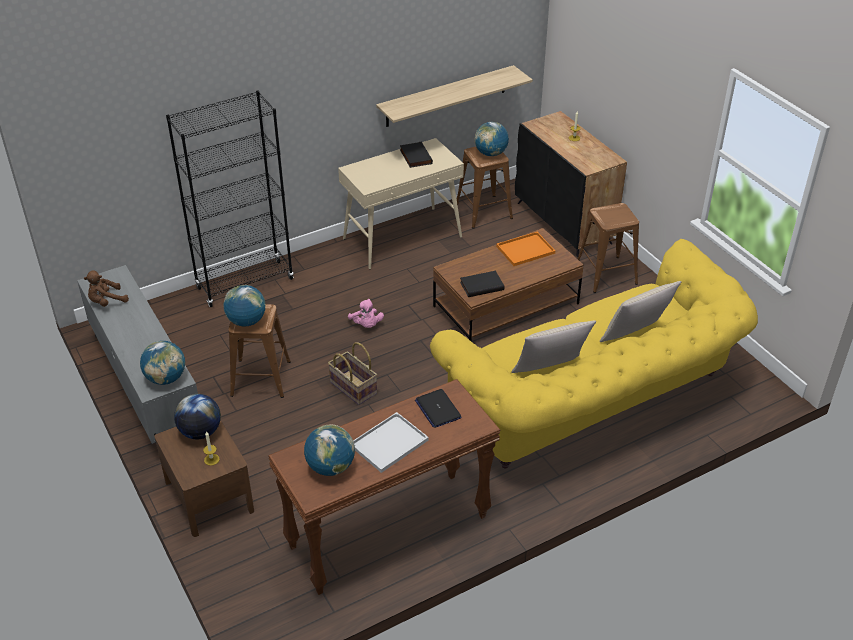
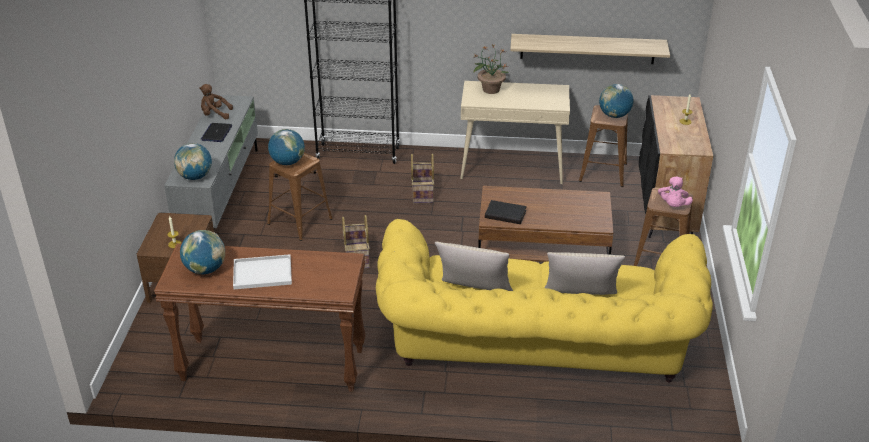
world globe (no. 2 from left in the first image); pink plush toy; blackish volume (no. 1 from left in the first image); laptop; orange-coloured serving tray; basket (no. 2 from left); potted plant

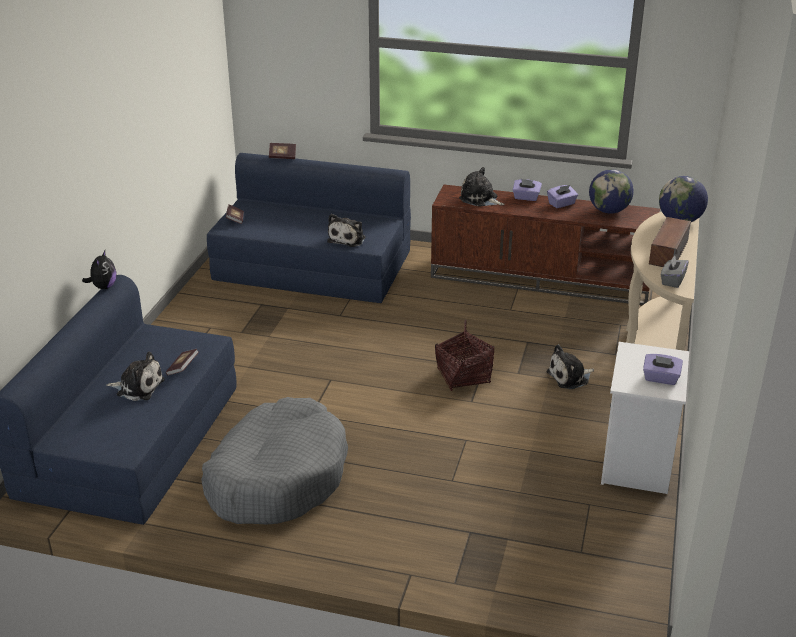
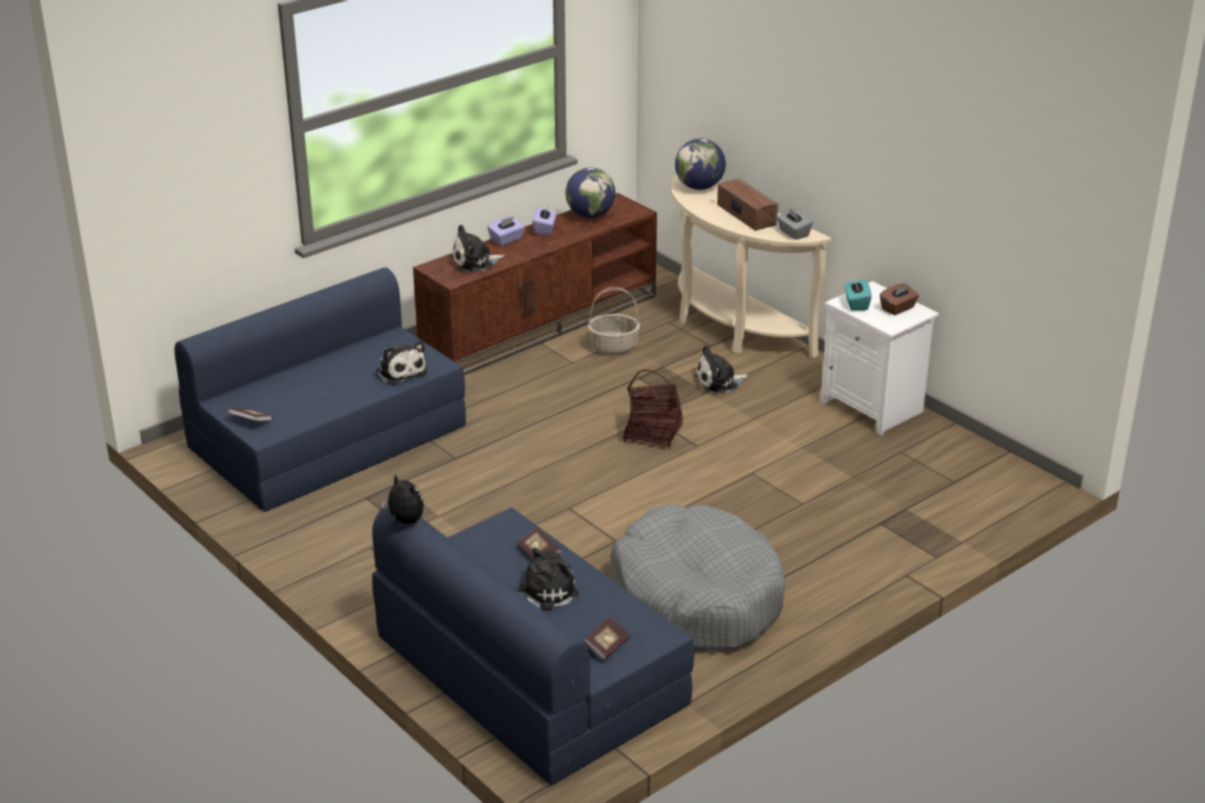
volume (no. 3 from left); plush toy (no. 5 from left); brownish tissue holder; basket (no. 1 from left); turquoise tissue holder

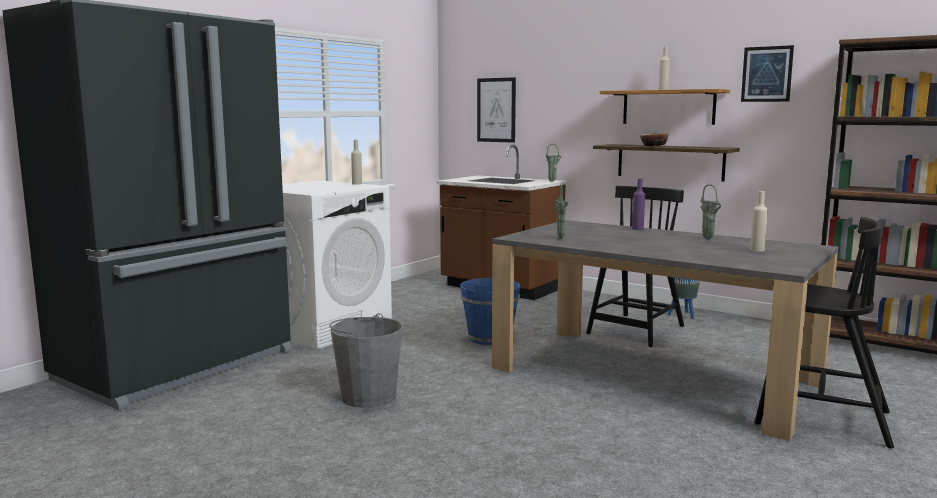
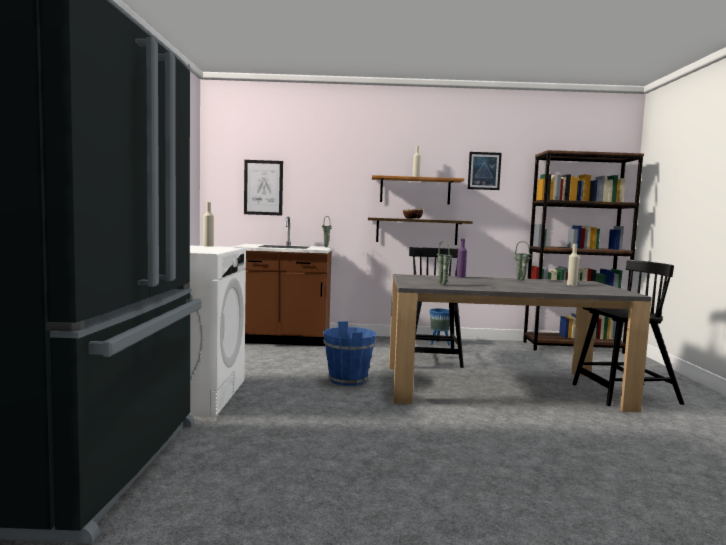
grey pail

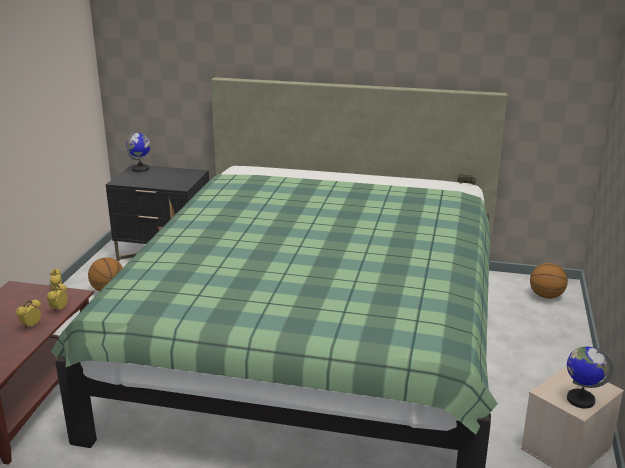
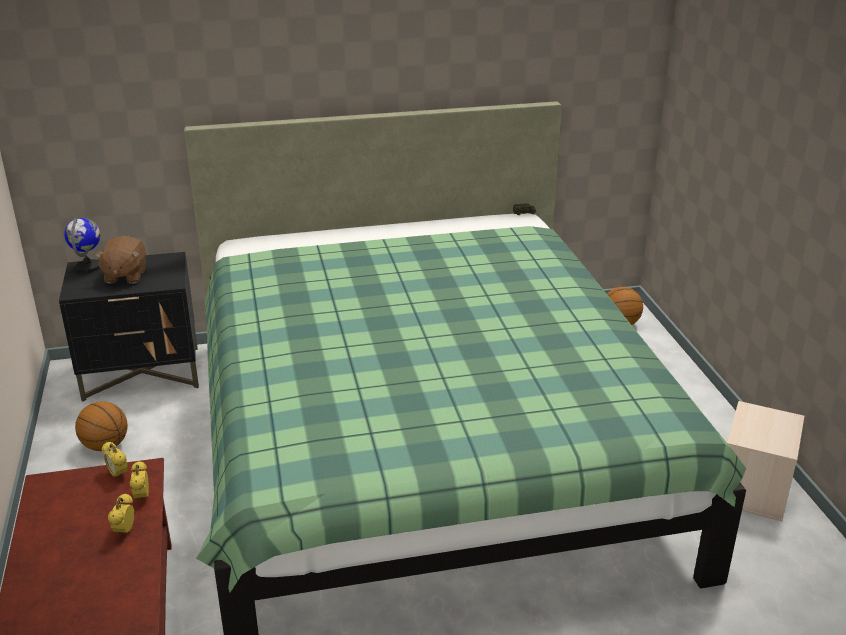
world globe (no. 2 from left in the first image); brownish plush toy

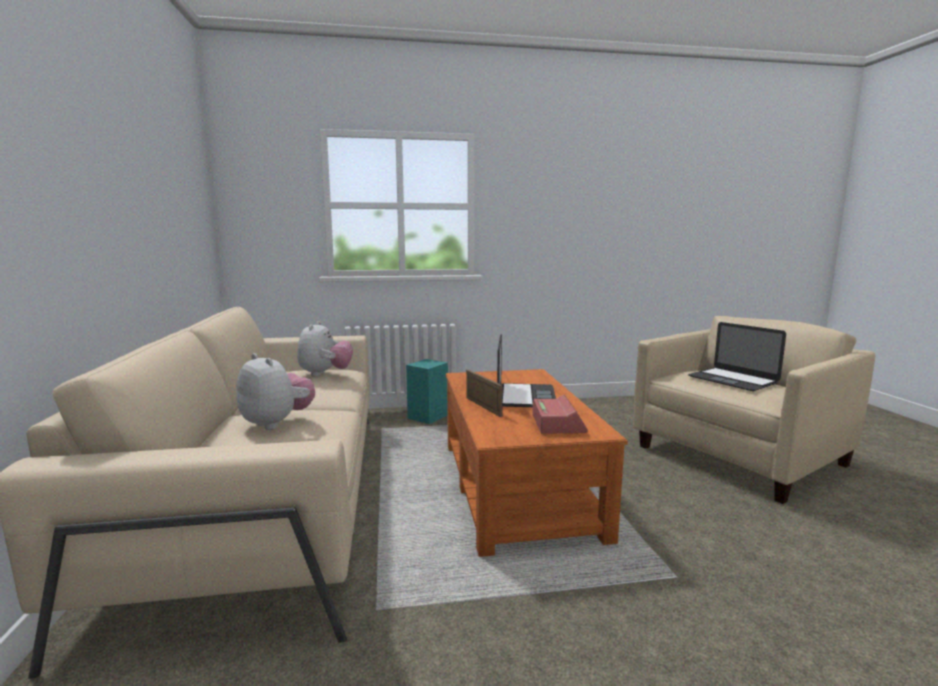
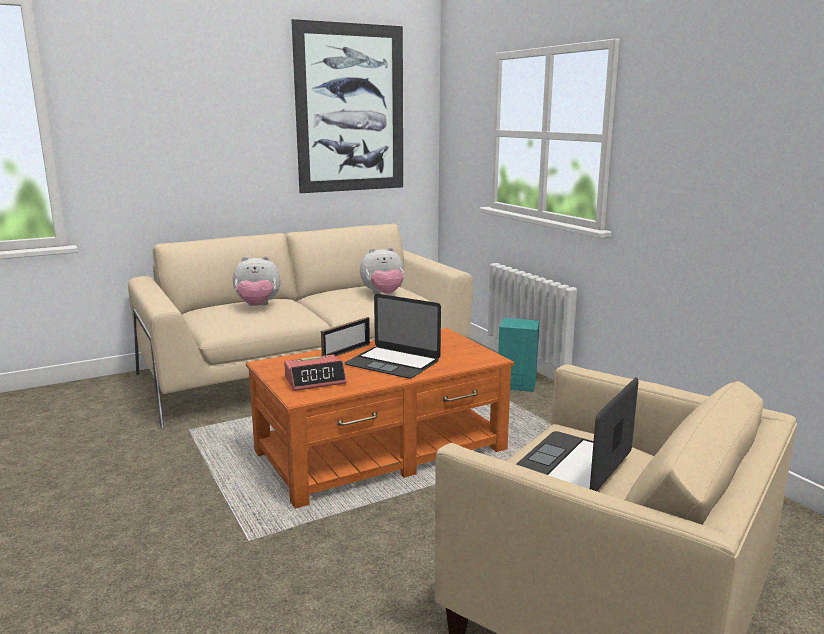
plush toy (no. 1 from left); laptop (no. 1 from left); wall picture

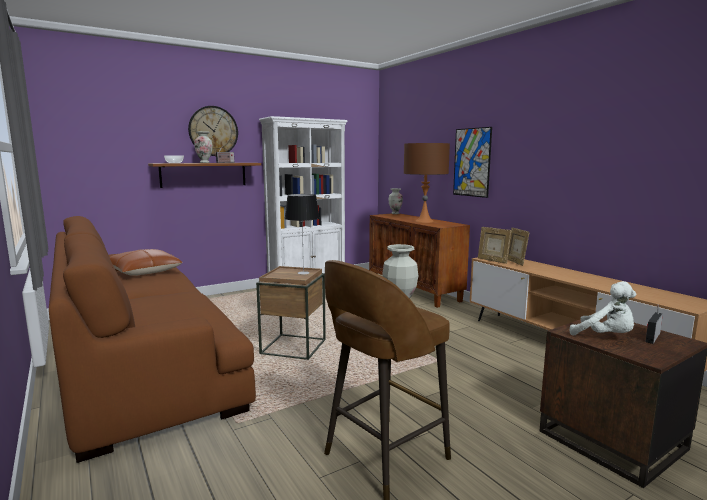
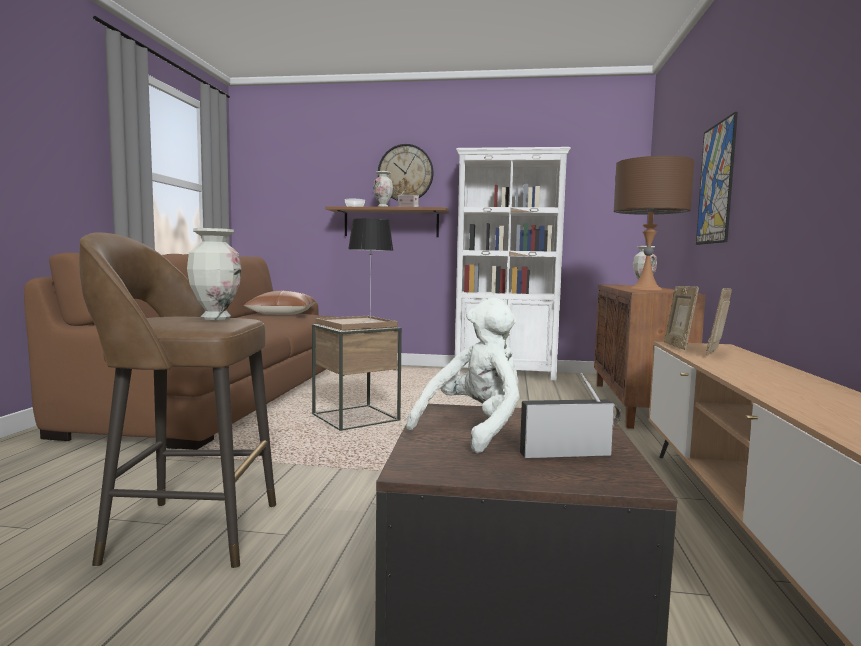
white-coloured plush toy

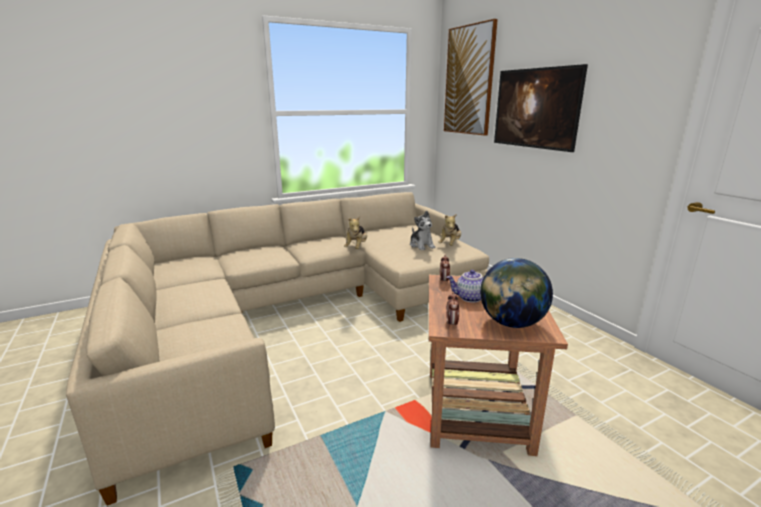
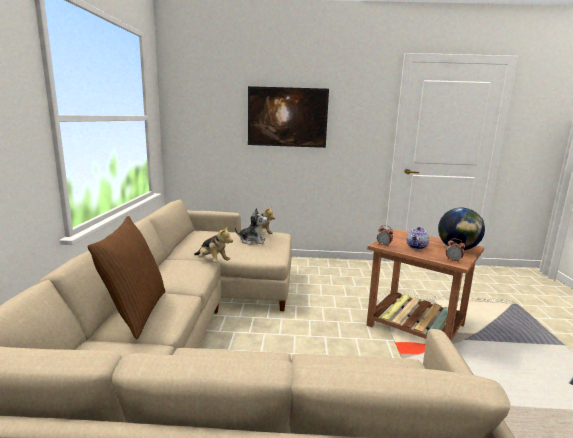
wall picture (no. 1 from left in the first image); brownish pillow

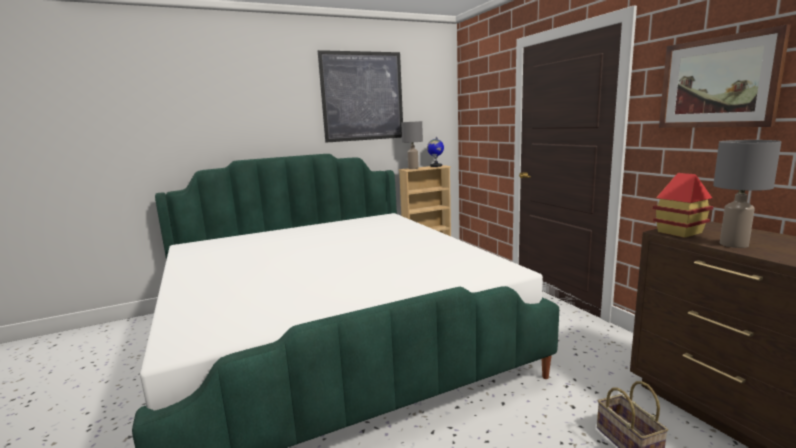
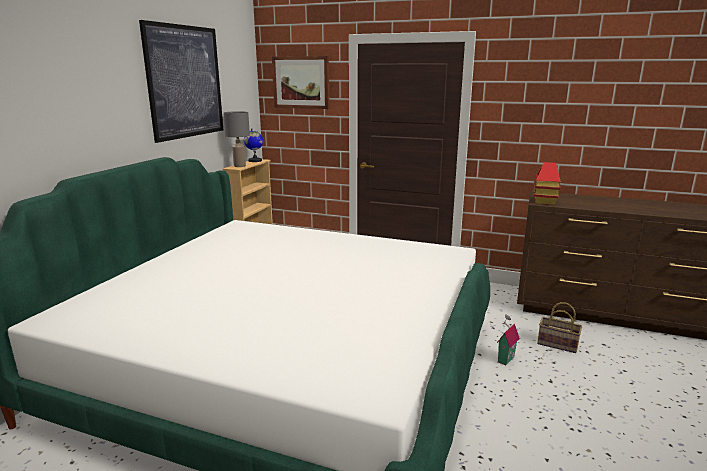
wall picture (no. 2 from left); grey table lamp (no. 2 from left in the first image); model house (no. 1 from left)

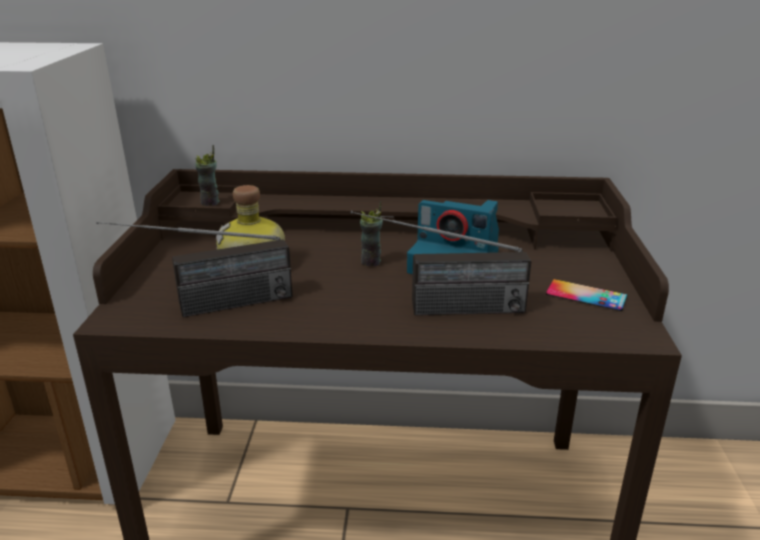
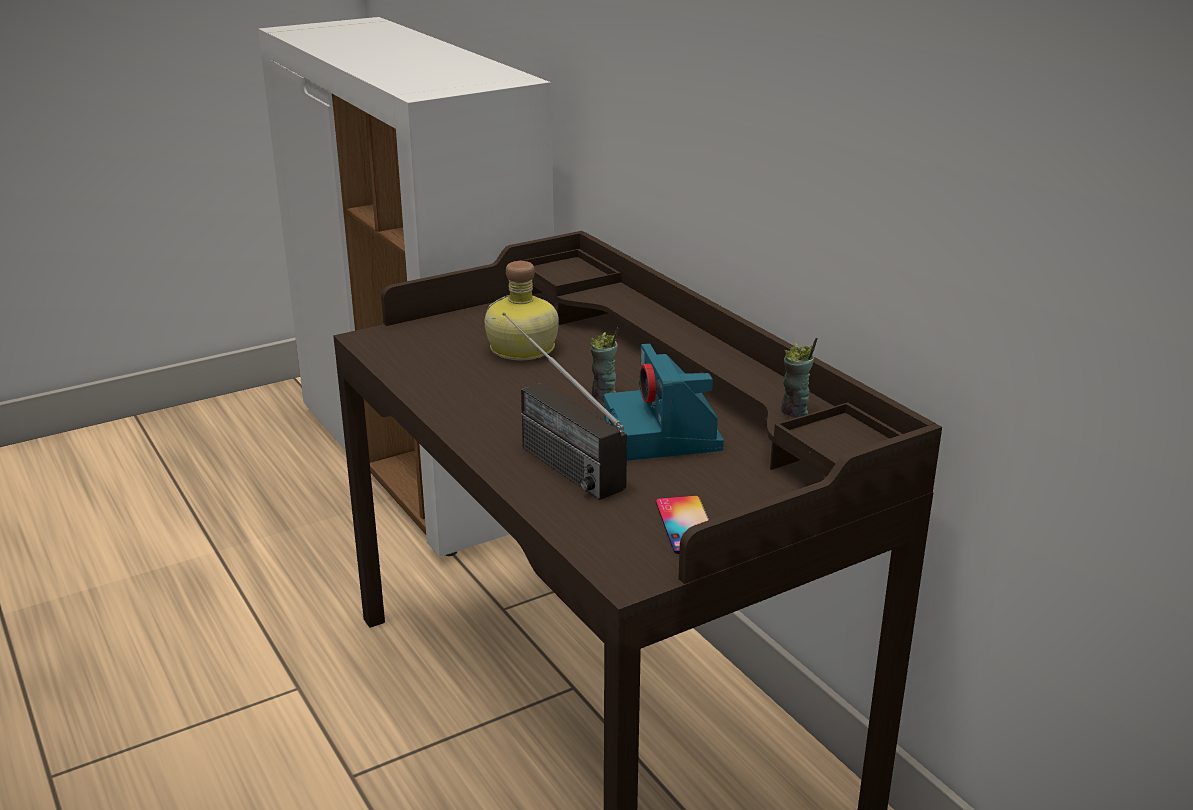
radio set (no. 1 from left in the first image); cup (no. 2 from left)

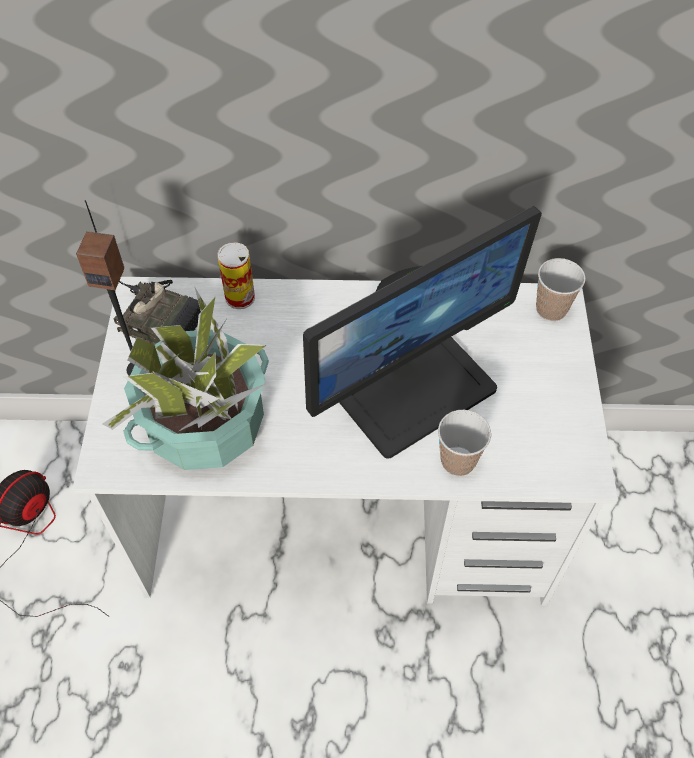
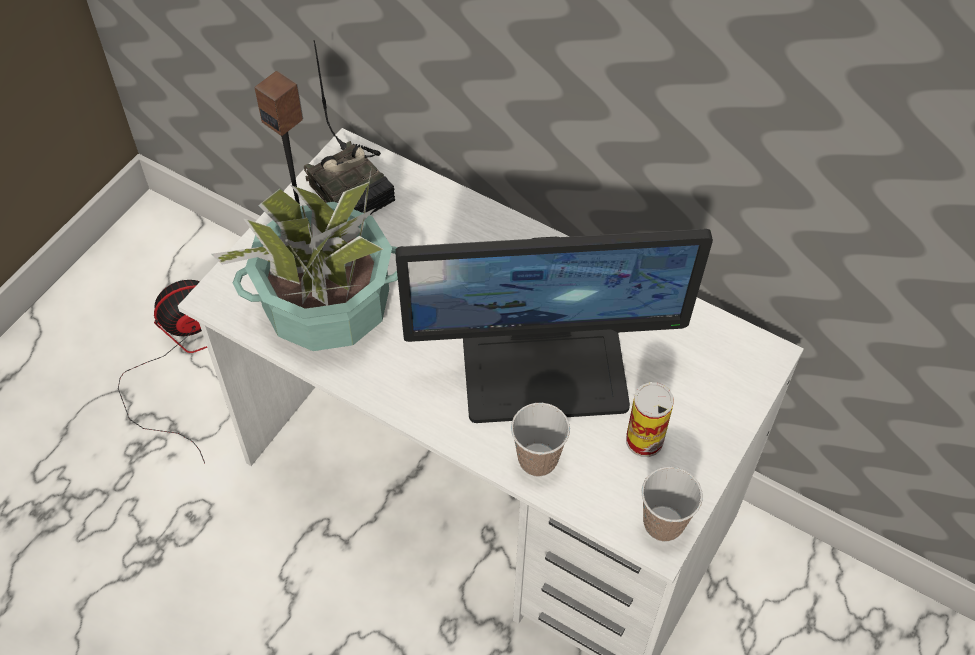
sealed can; cup (no. 2 from left)

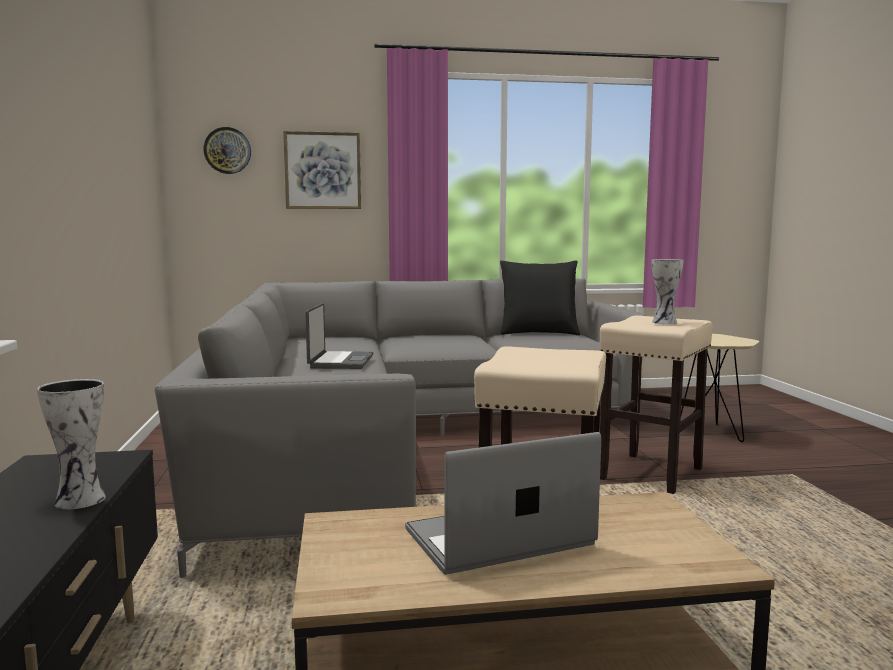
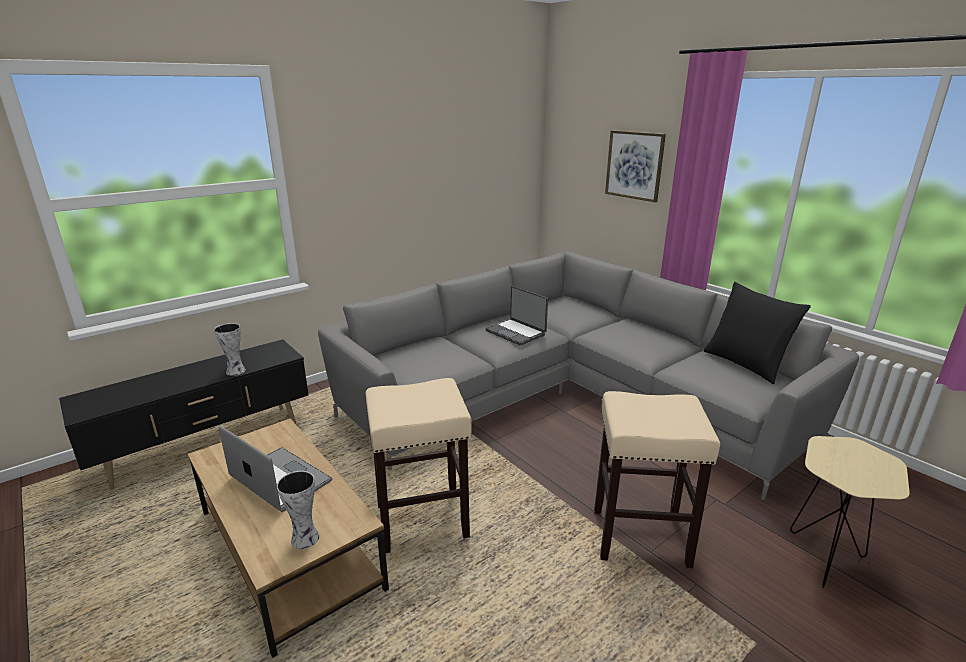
hanging clock; laptop (no. 2 from left); flower vase (no. 2 from left)

